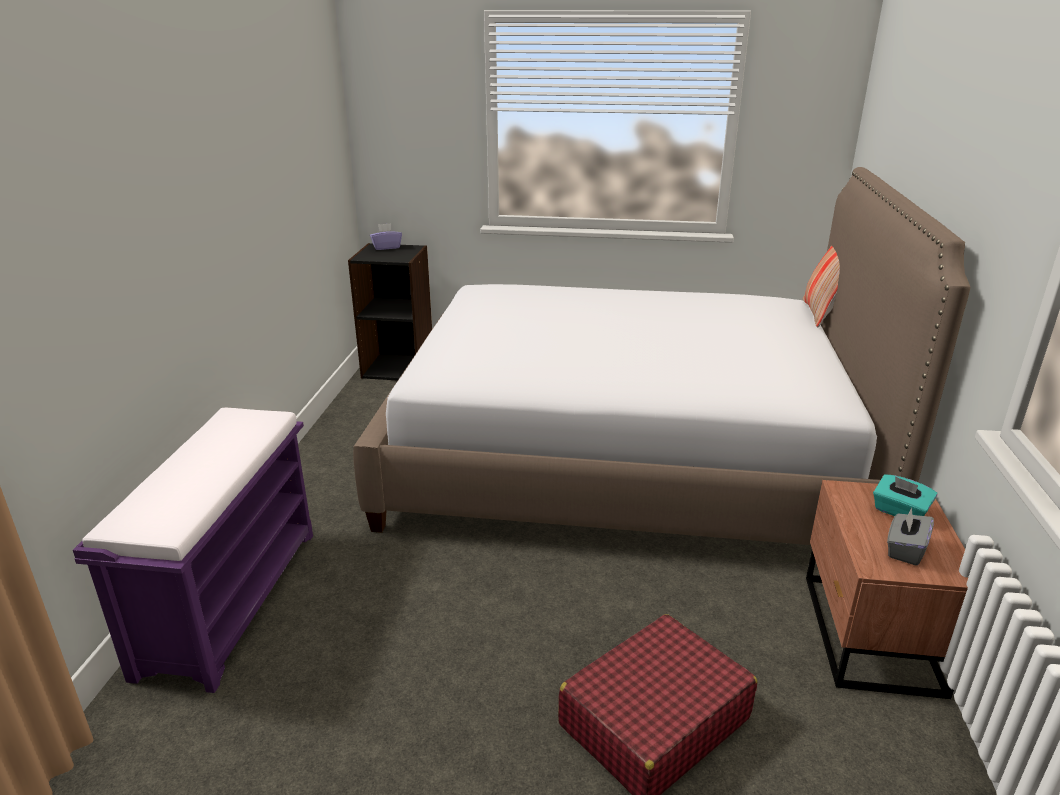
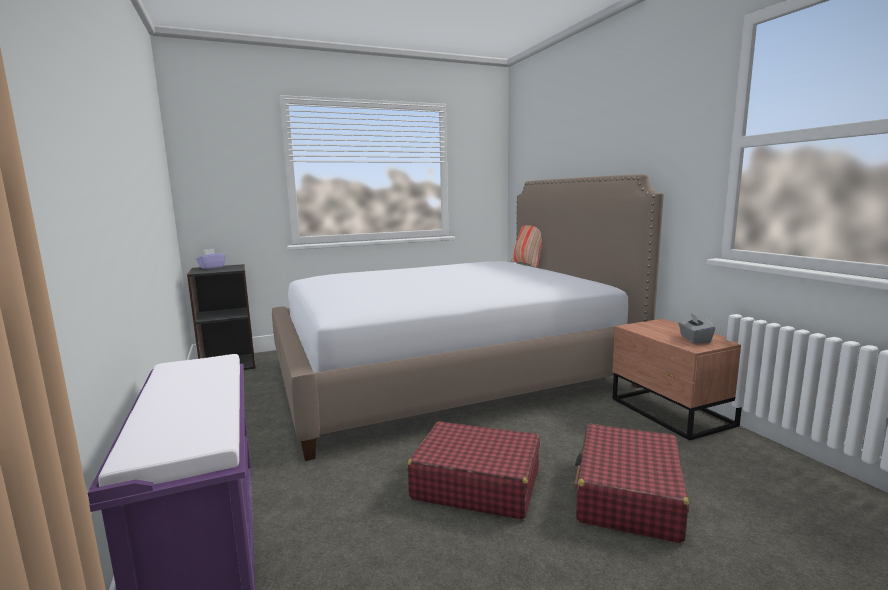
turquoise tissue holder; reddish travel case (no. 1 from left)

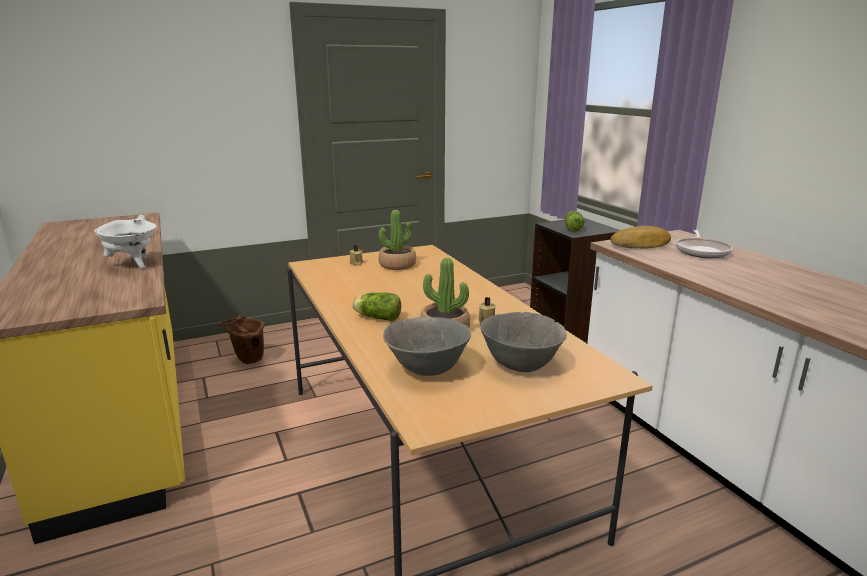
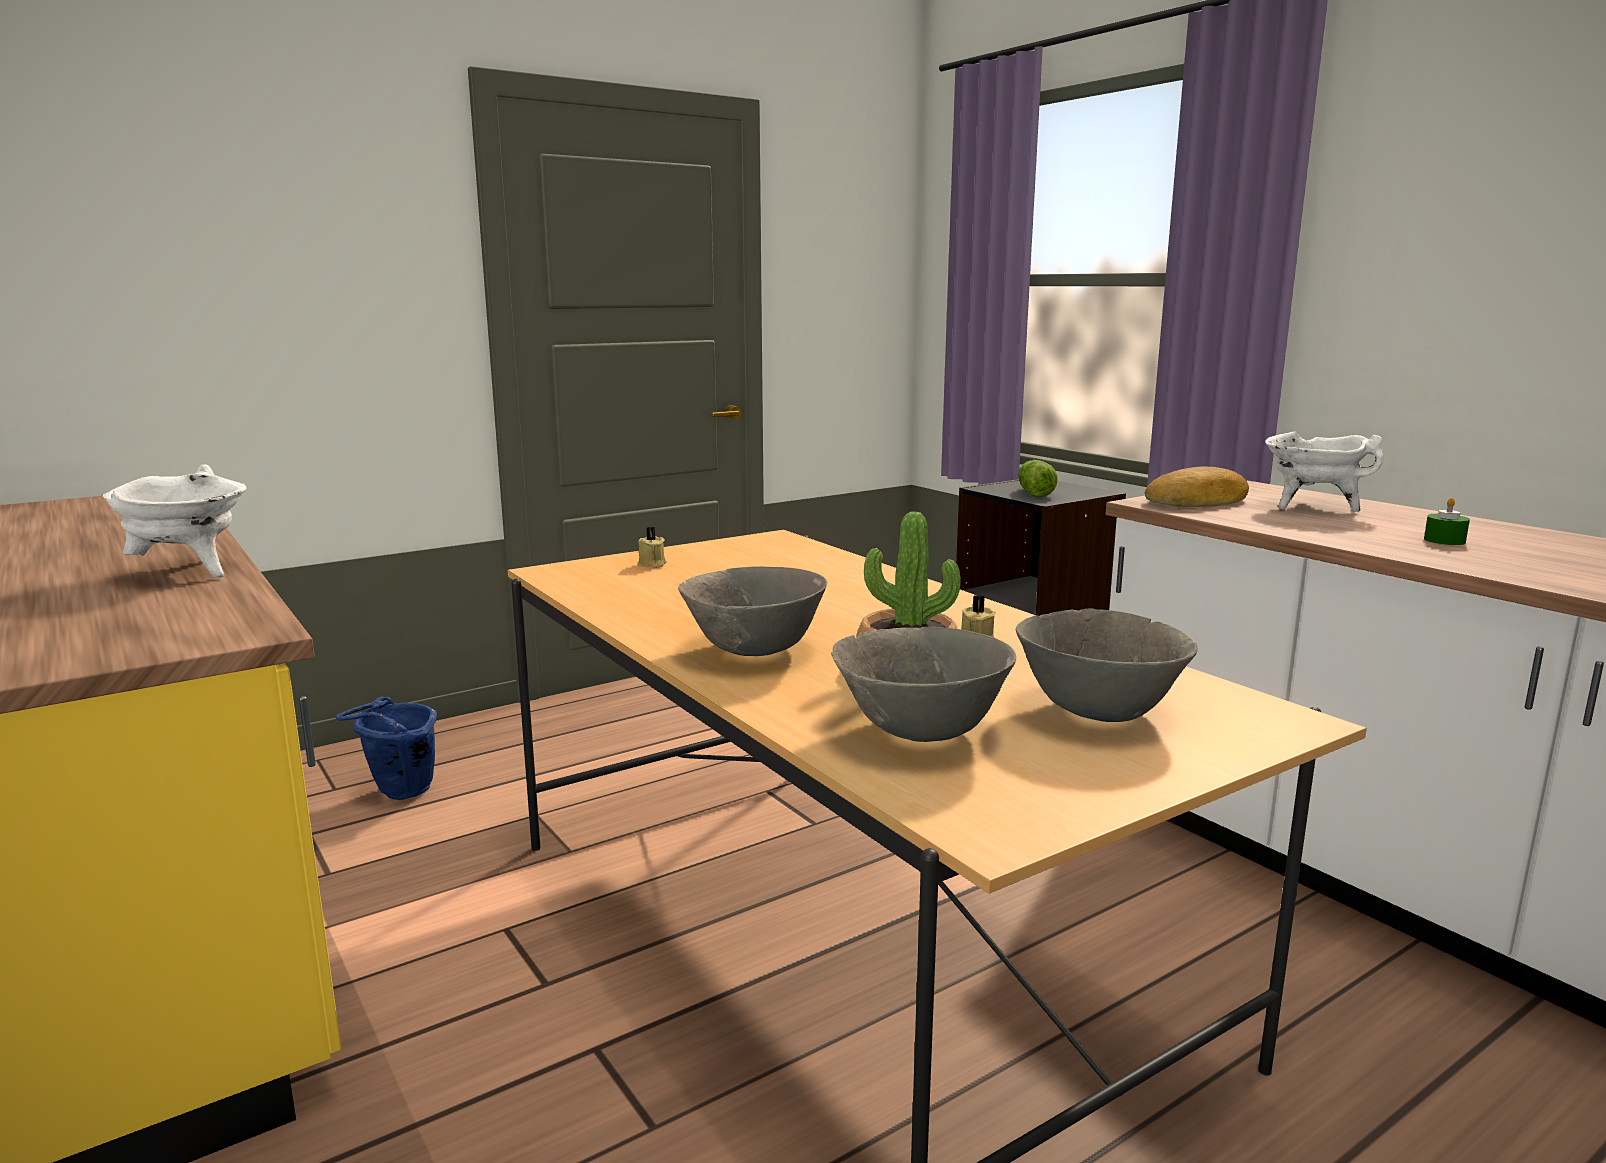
bluish pail; grey bowl (no. 1 from left); potted plant (no. 1 from left in the first image); white-coloured cooking pot (no. 2 from left); green wax light

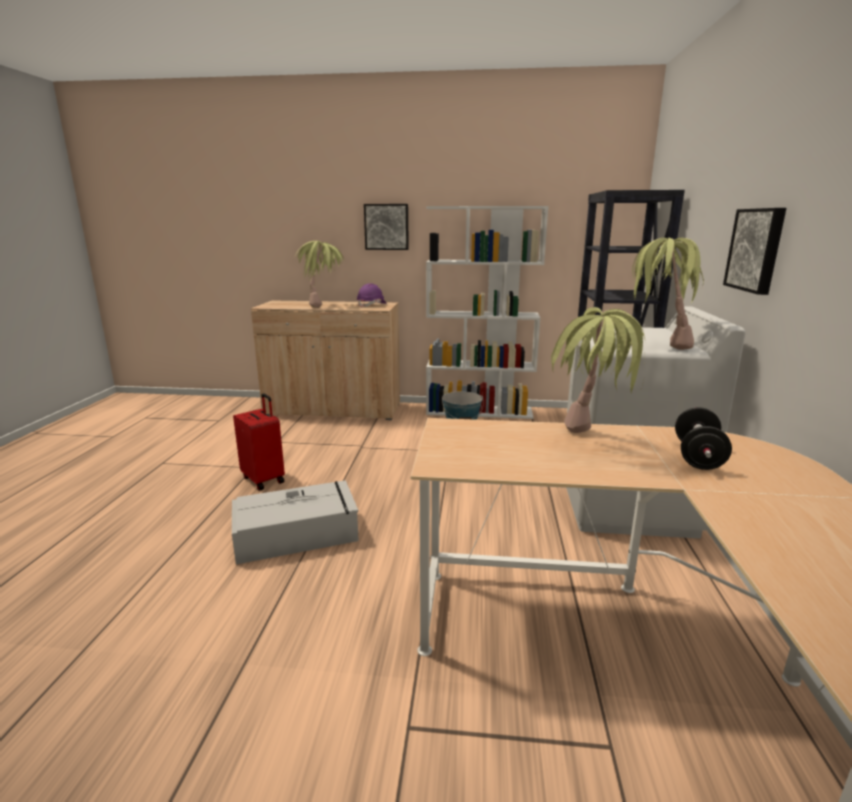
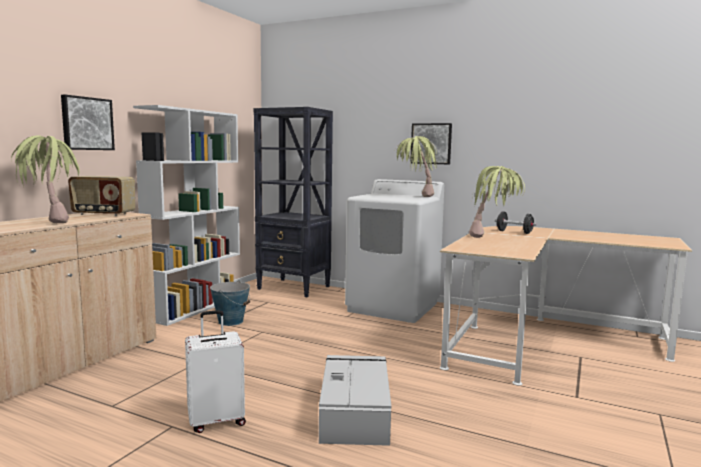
white-coloured travel case; radio set

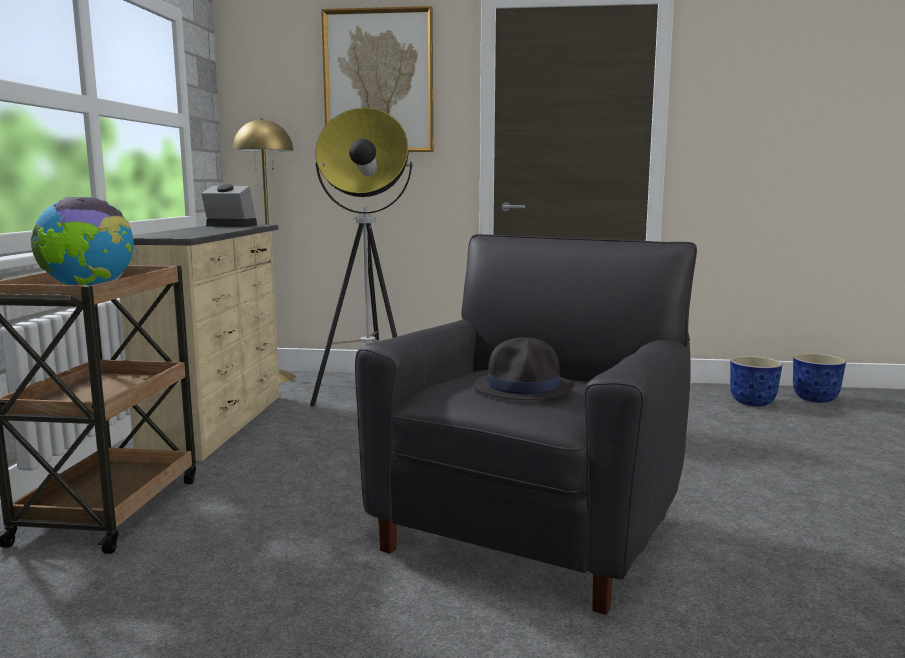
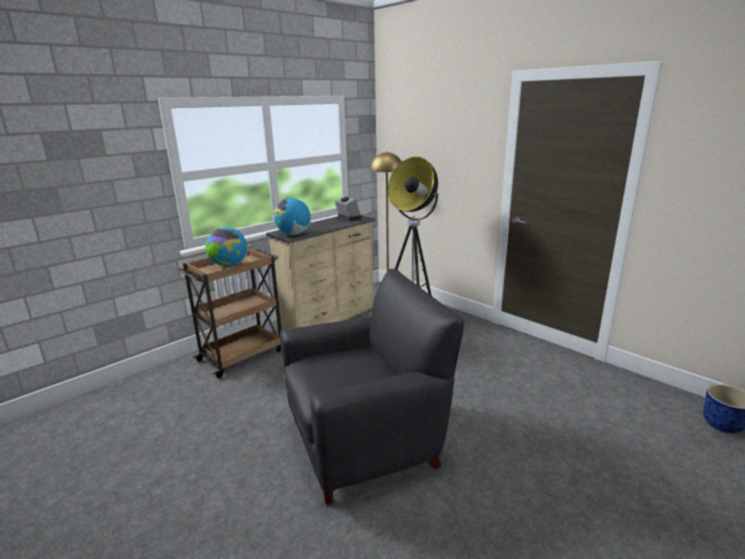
wall picture; blackish clothing hat; flower pot (no. 1 from left in the first image); world globe (no. 2 from left)

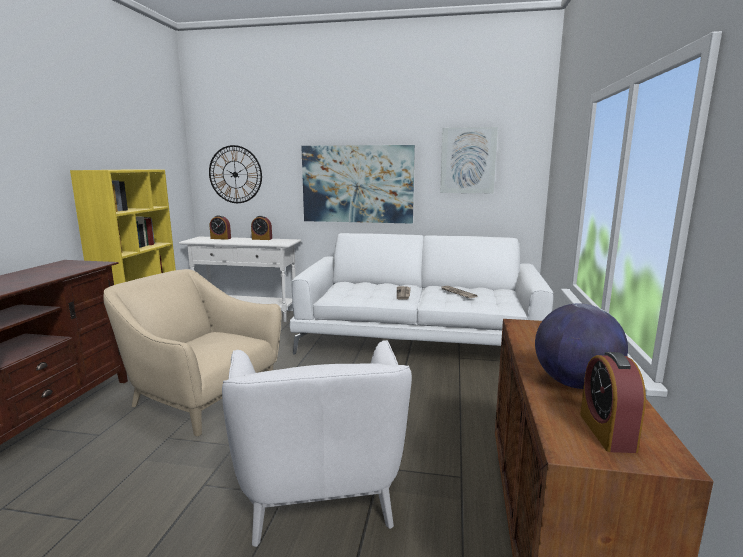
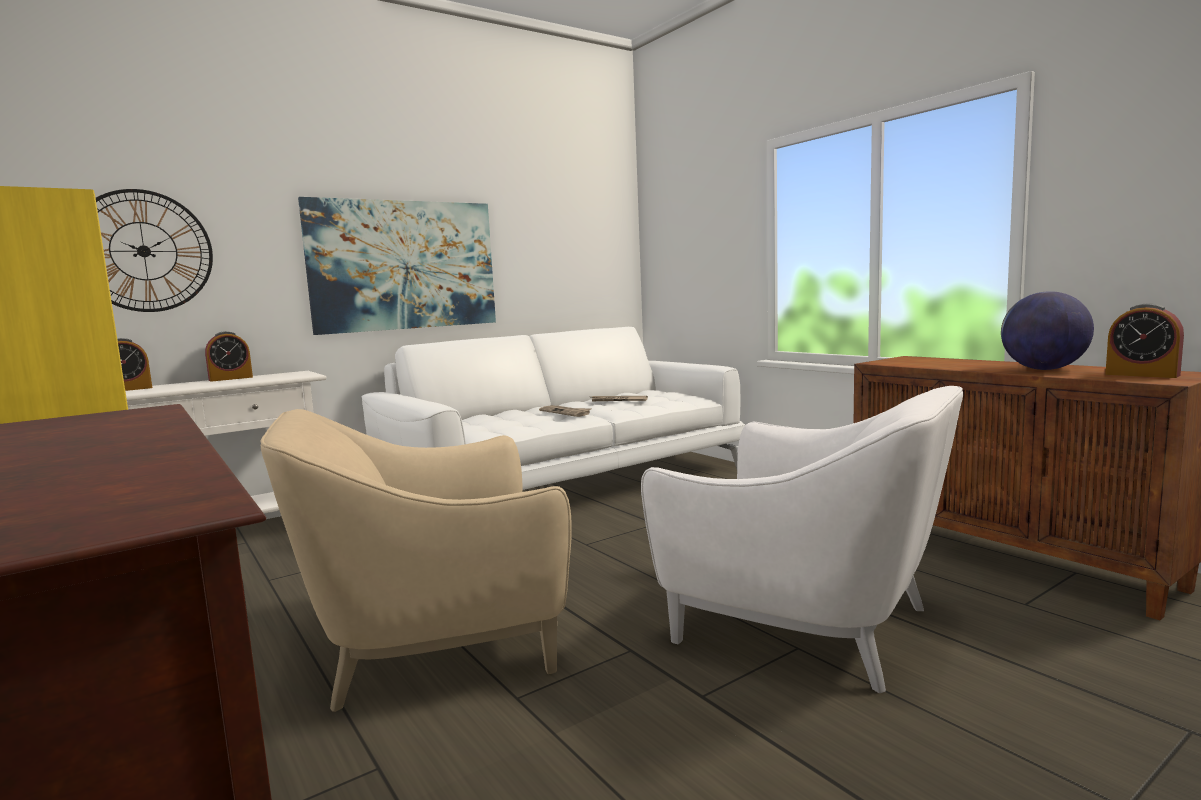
wall picture (no. 2 from left in the first image)

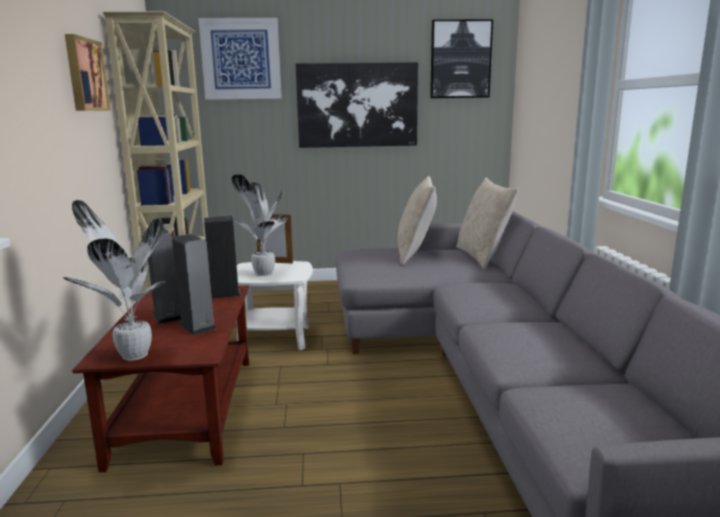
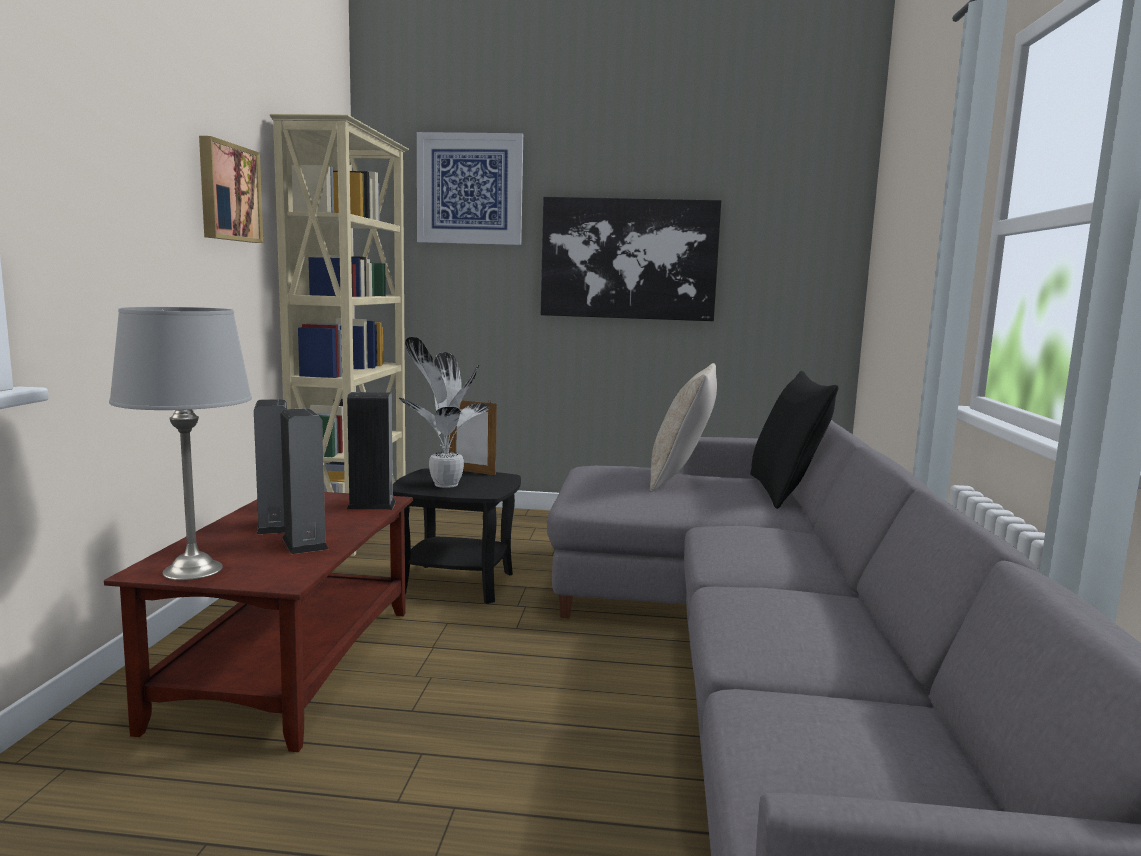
grey table lamp; blackish accent table; wall picture (no. 4 from left in the first image); blackish pillow

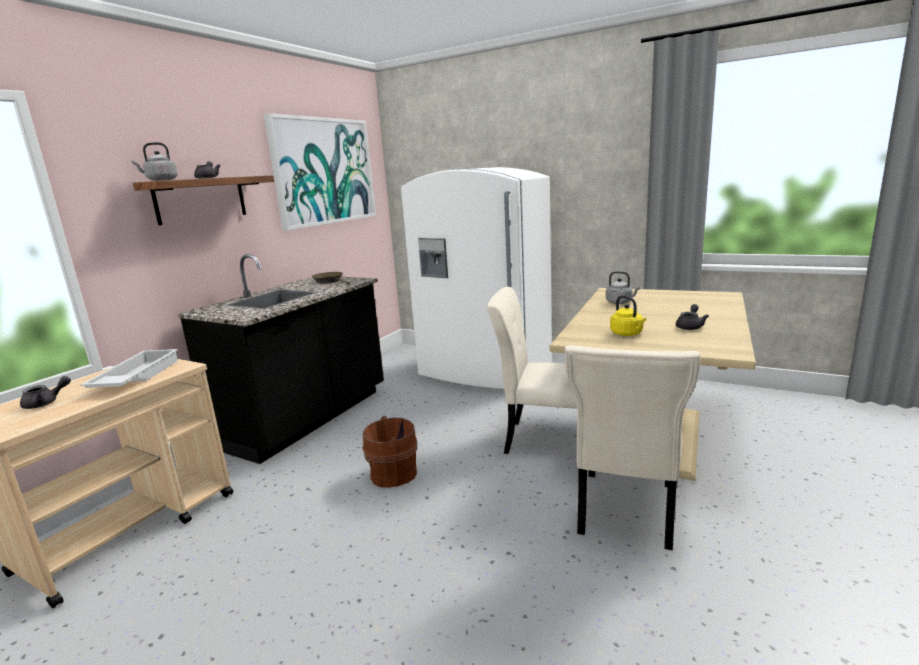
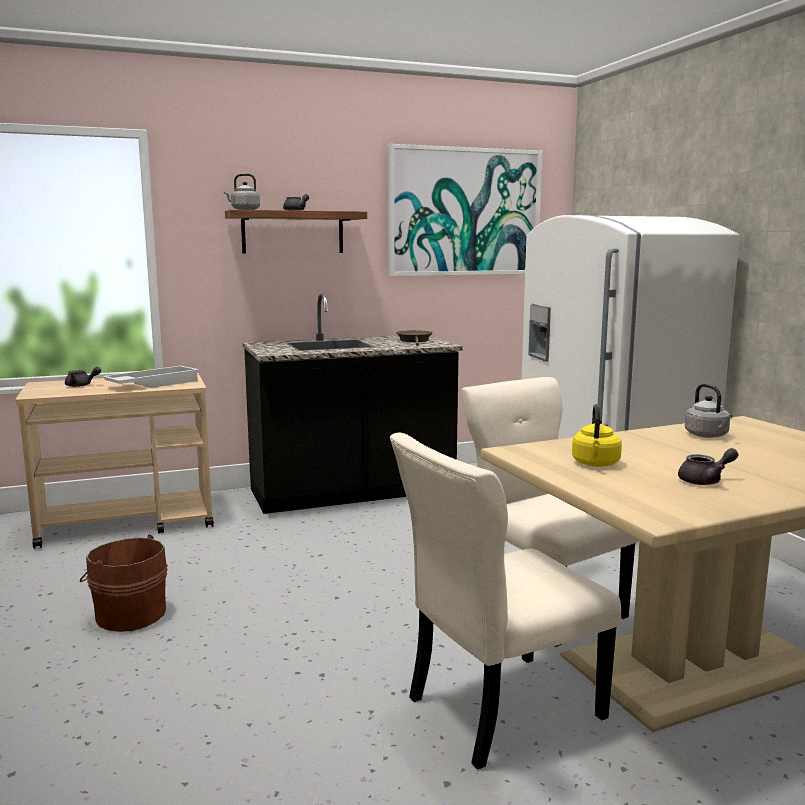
brownish pail

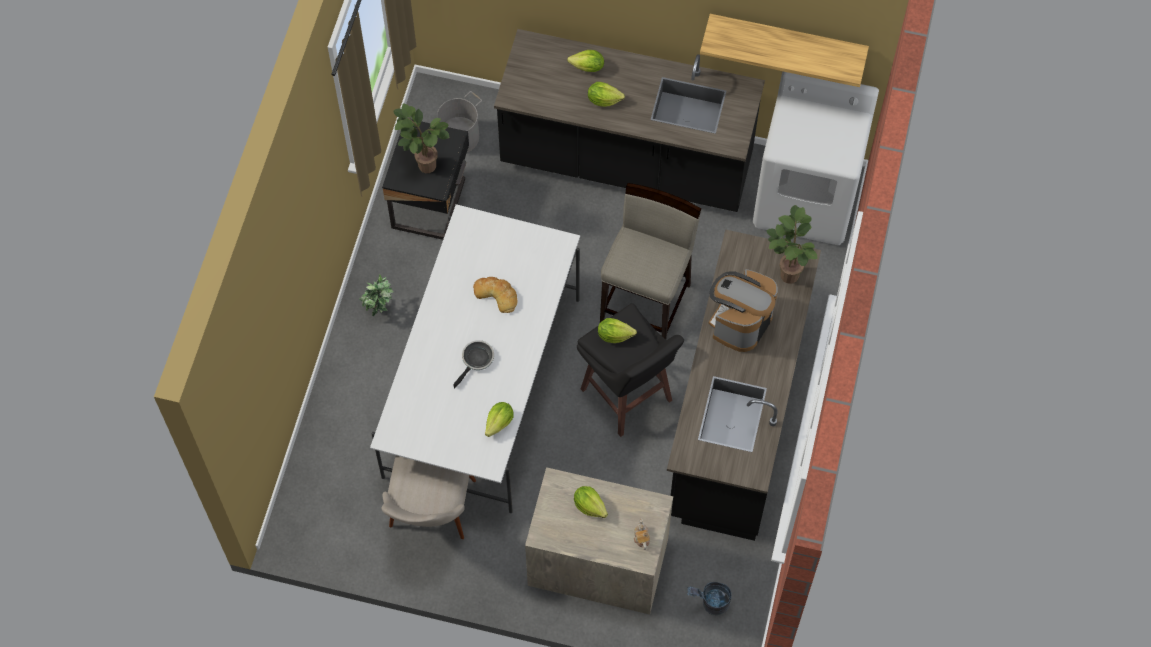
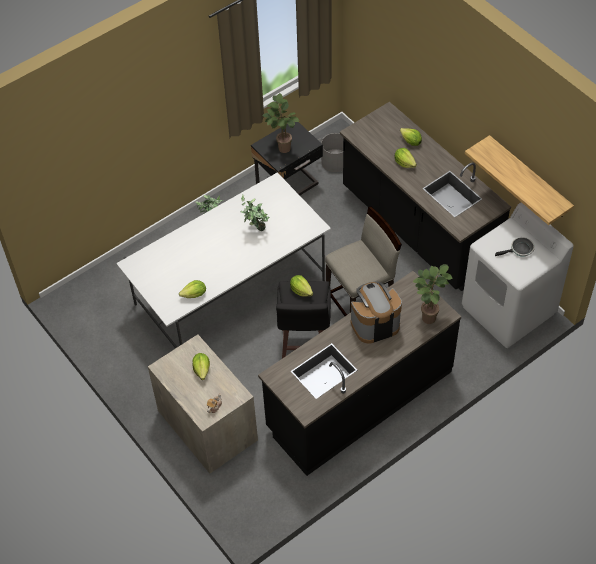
sand-coloured chair; skillet; potted plant (no. 2 from left); grey pail (no. 2 from left in the first image)

